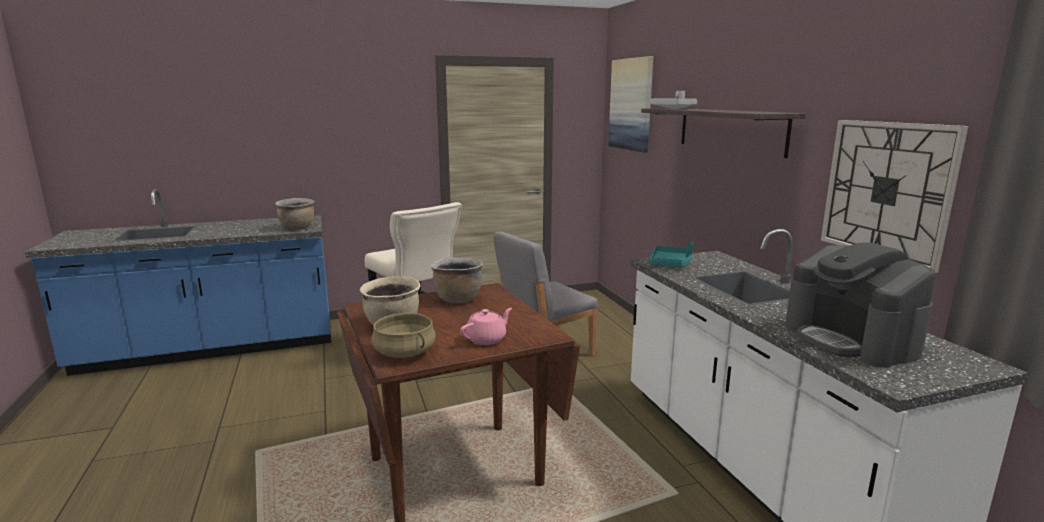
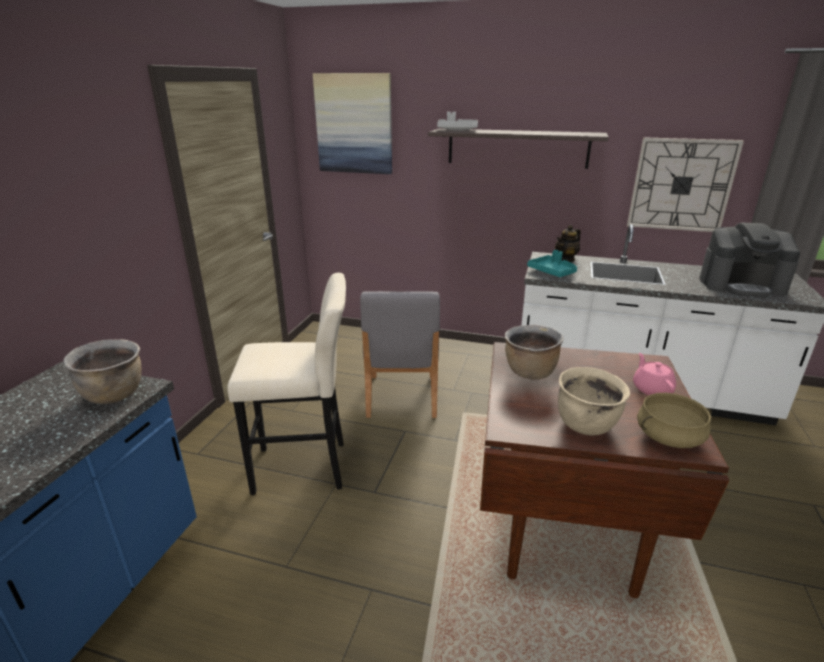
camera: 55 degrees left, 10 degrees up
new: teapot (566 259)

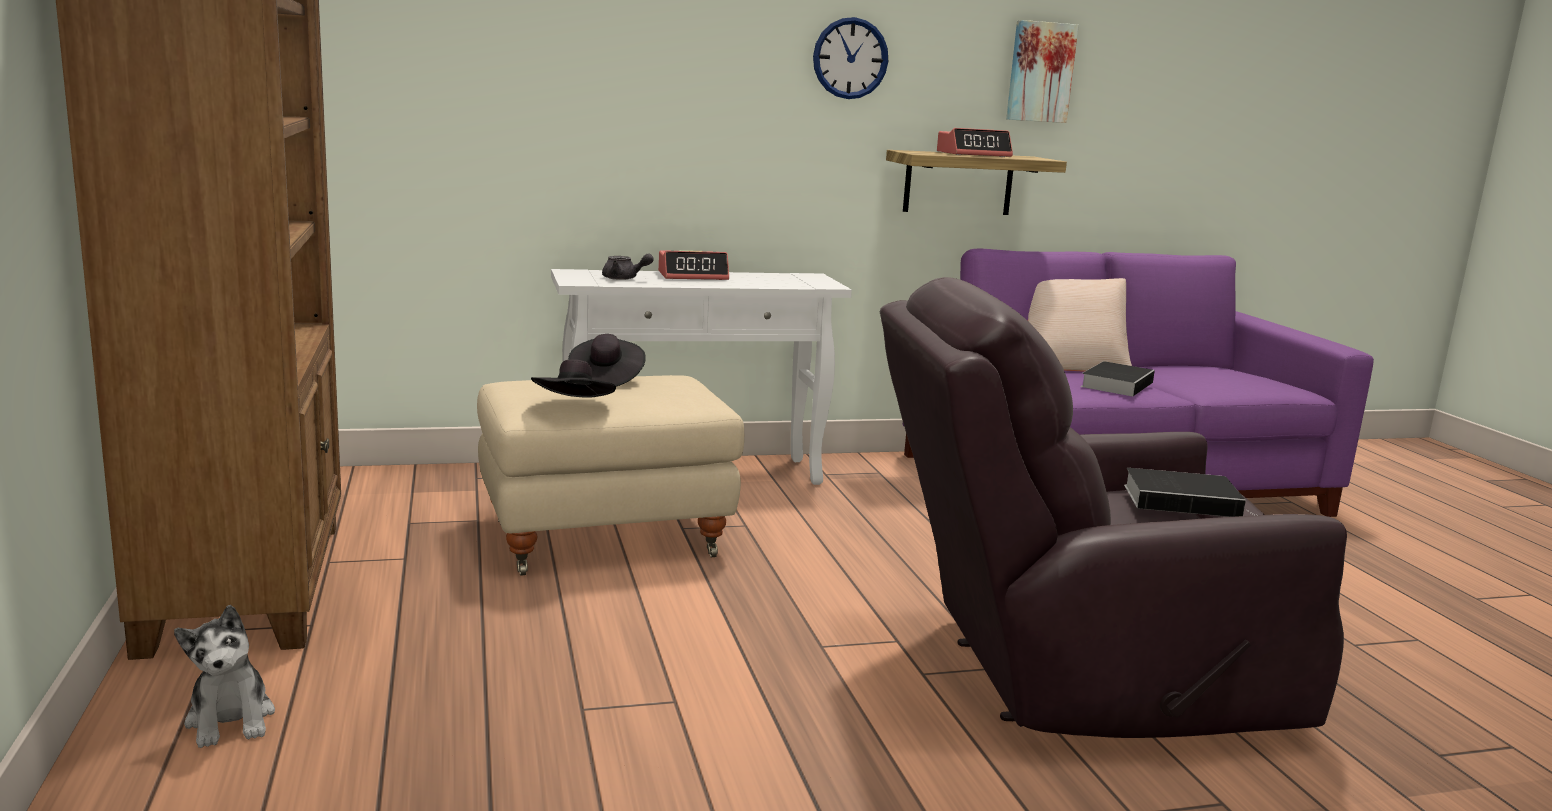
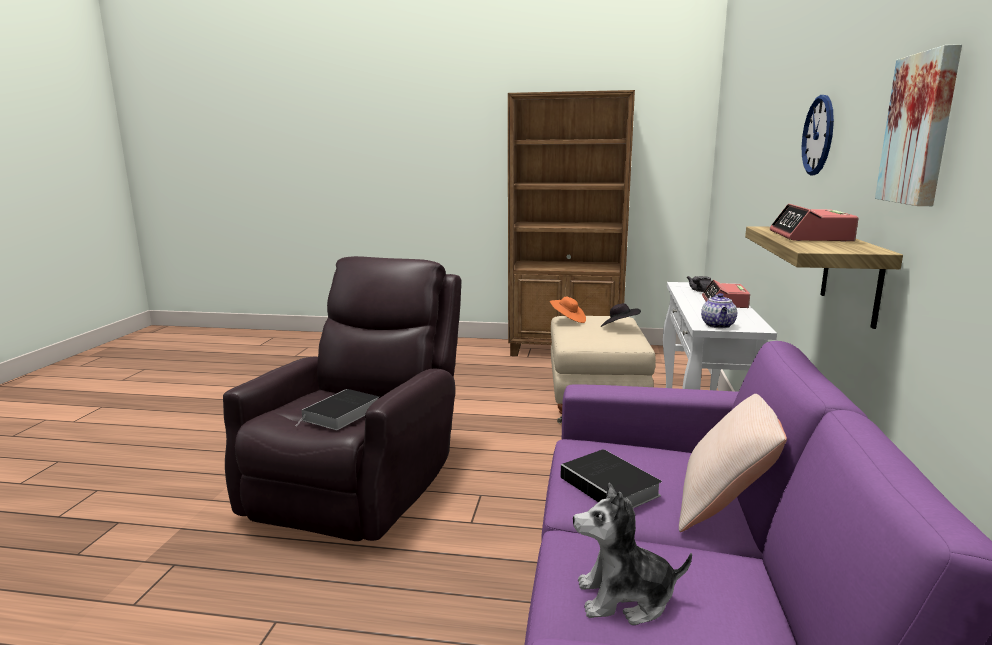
camera: 115 degrees right, 0 degrees up
new: teapot (718 325)
shifted: plush toy (231 719) to (625 598)
repainted: black hat (574 406) to orange hat (568 320)

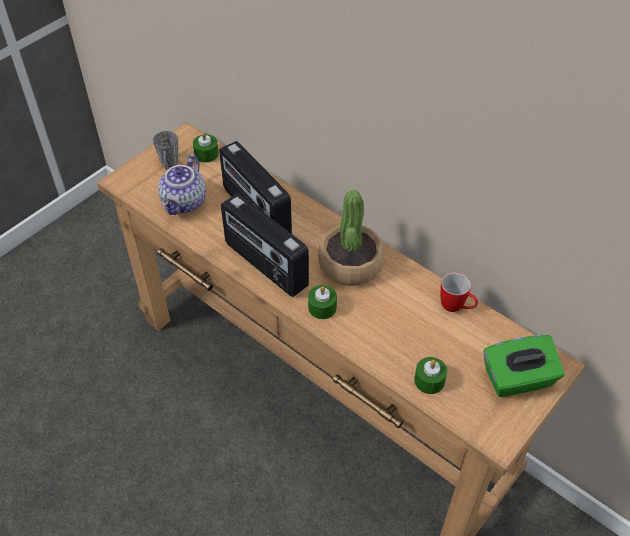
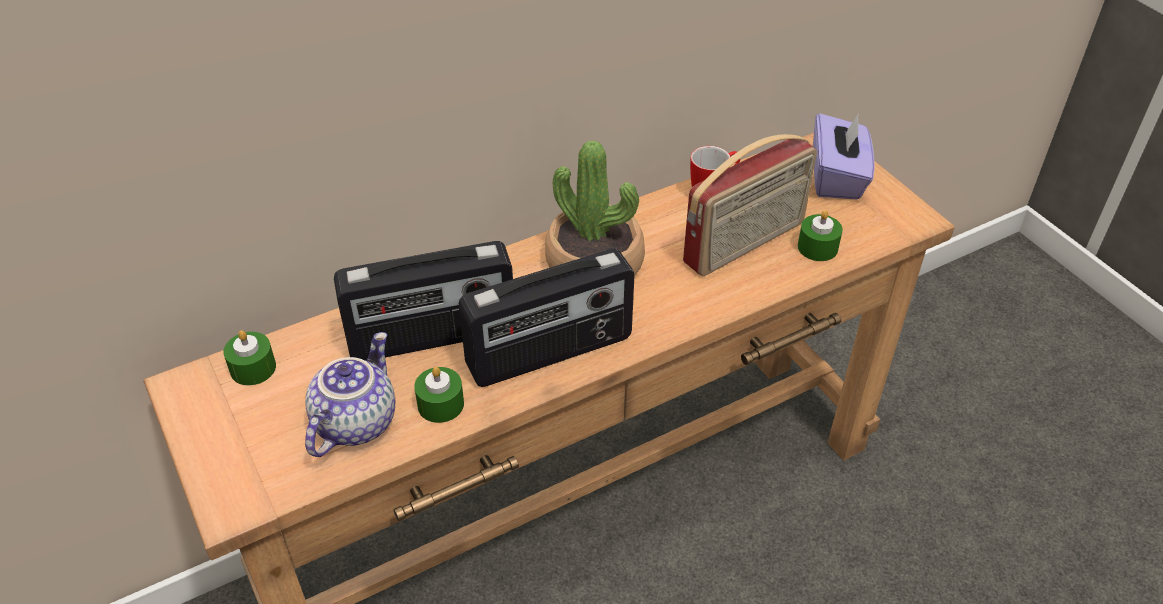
camera: 70 degrees left, 5 degrees down
gone: grey mug (169 165)
new: radio (745 244)
shifted: green candle (322 307) to (440 404)
repainted: green tissue box (518 379) to purple tissue box (837 178)
rotated: teapot (185 203) = (354 422) 105 degrees counterclockwise

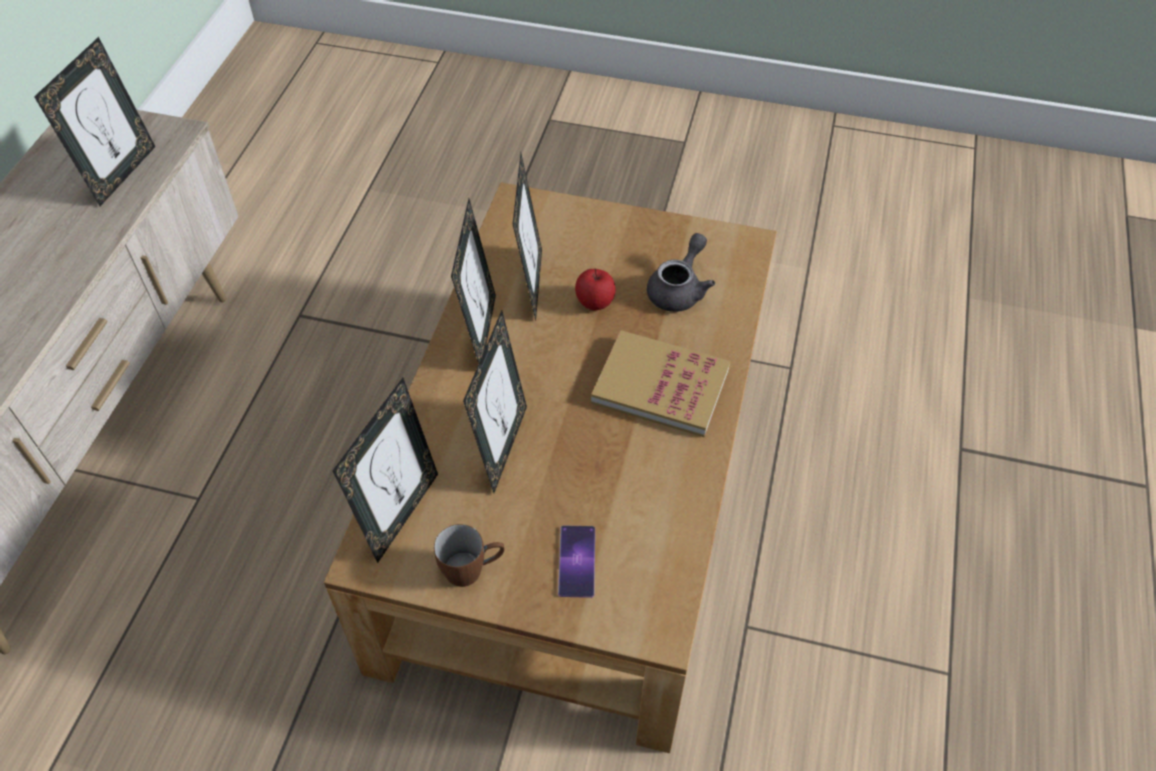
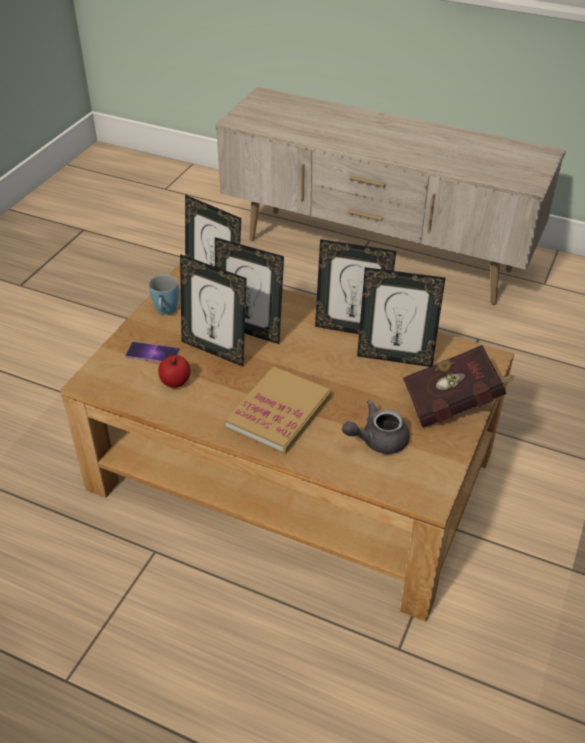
camera: 100 degrees right, 10 degrees down
new: red book (454 405)
shifted: picture frame (121 174) to (215 350); apple (595 301) to (176 382)
repainted: brown mug (472 569) to blue mug (165 311)
rotated: grey teapot (679 289) = (377 440) 120 degrees clockwise

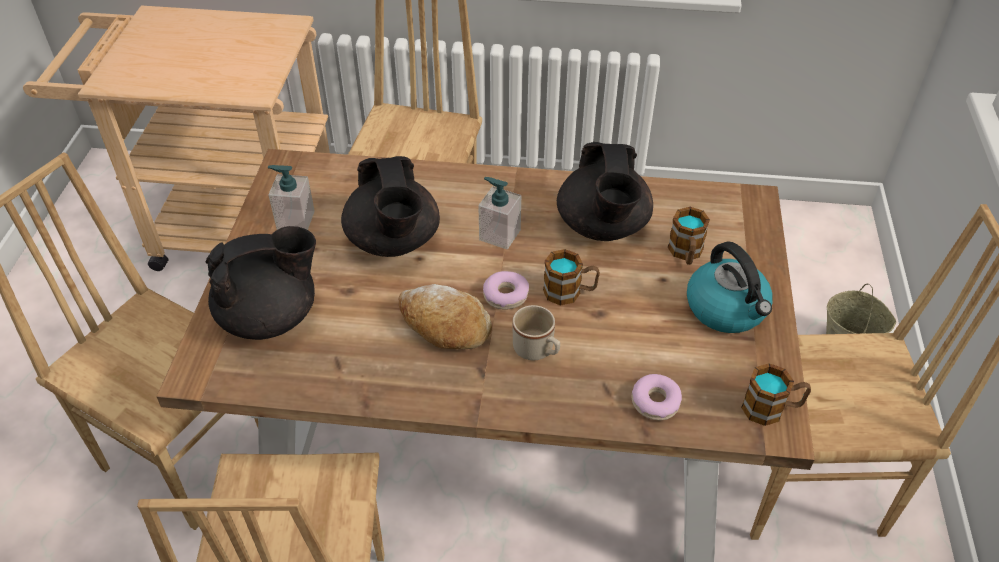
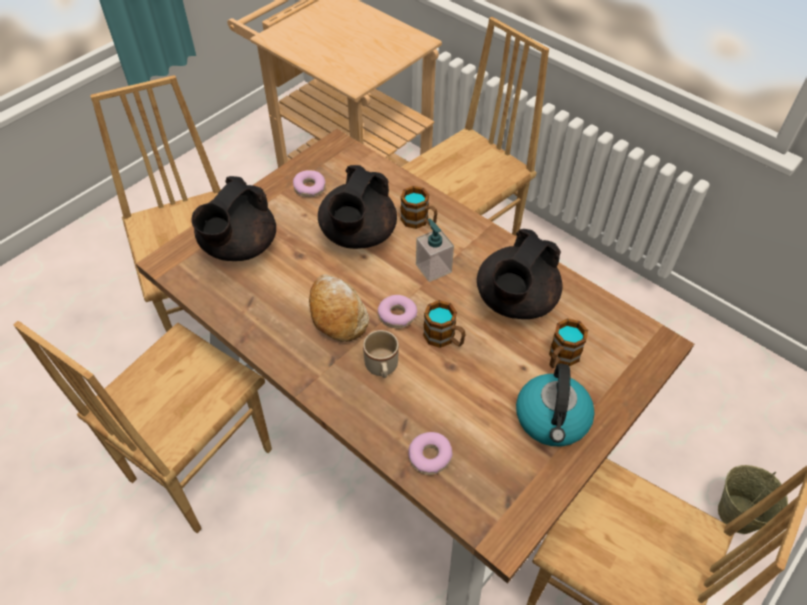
camera: 35 degrees right, 5 degrees up
shifted: mug (771 408) to (419 221)
swapped: soap dispenser (295 220) to donut (309 188)
rotated: black teapot (271 316) = (239 247) 105 degrees clockwise

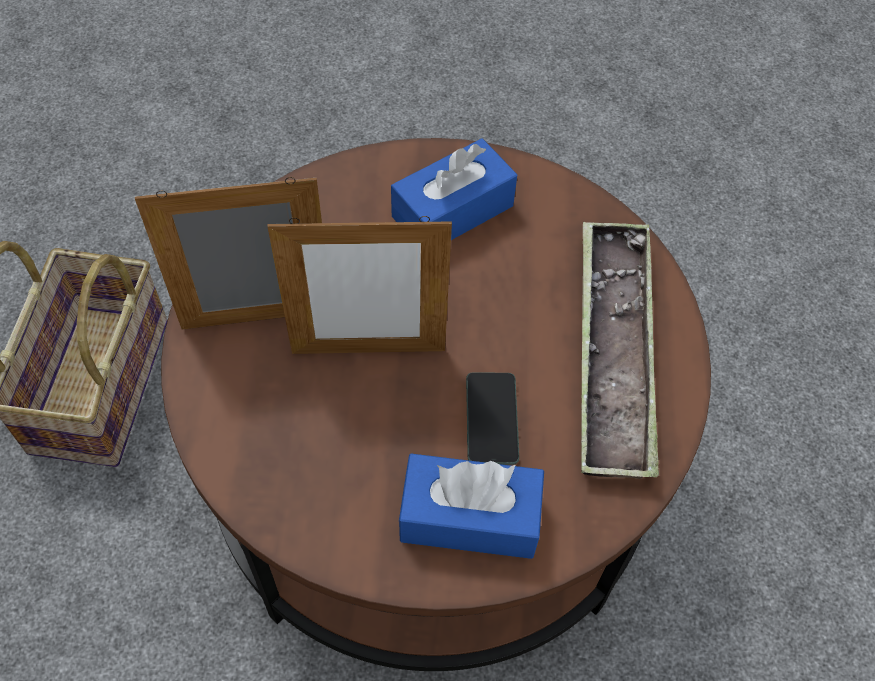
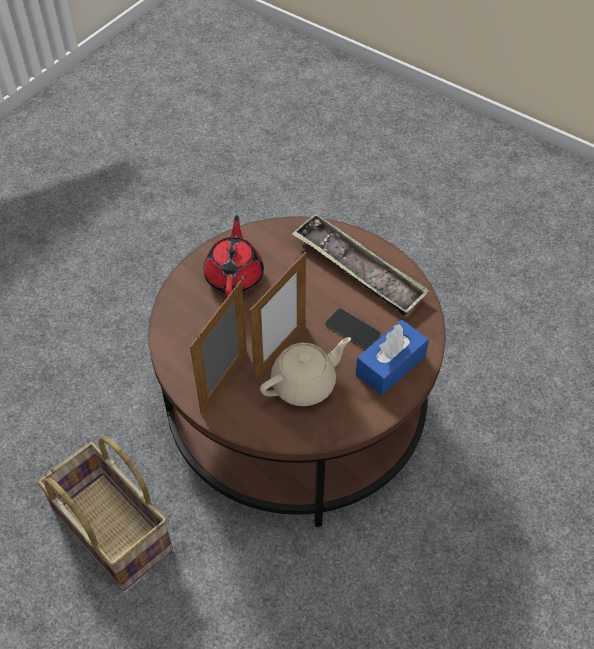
camera: 50 degrees left, 5 degrees down
new: beige teapot (305 384)
swapped: blue tissue box (452 211) to red teapot (234 276)

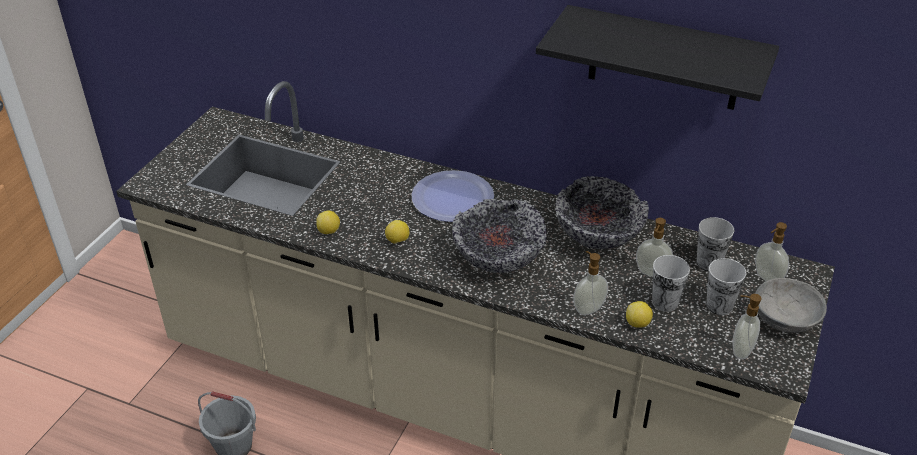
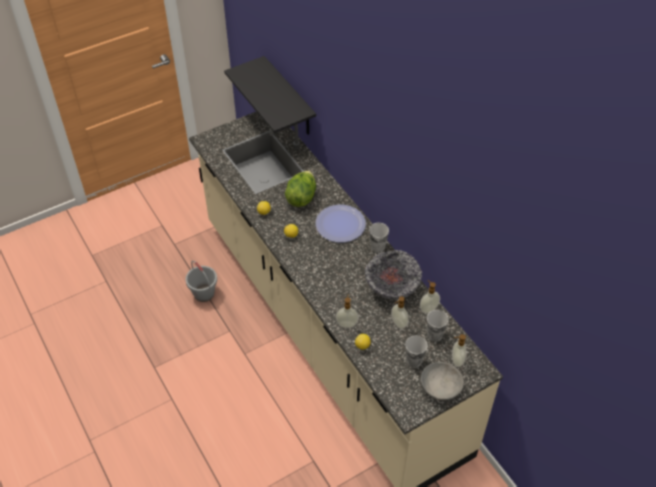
camera: 35 degrees right, 10 degrees up
gone: bowl (498 260)
new: lettuce (301 197)
shifted: black shelf (664 59) to (290 98); cup (665 302) to (377 247); soap dispenser (740 350) to (428 308)

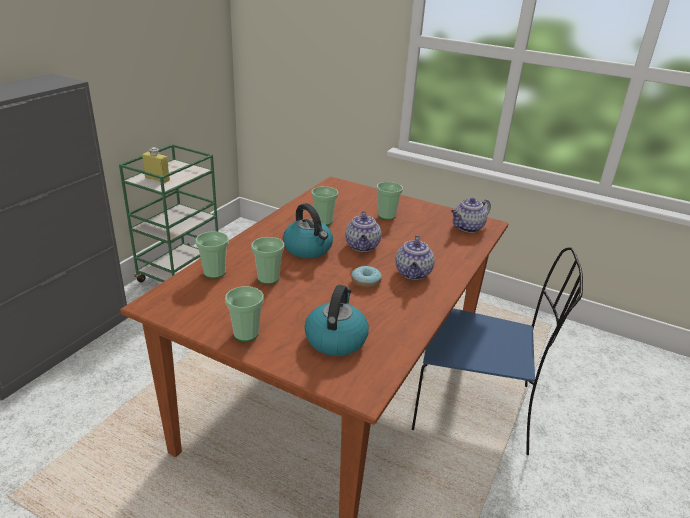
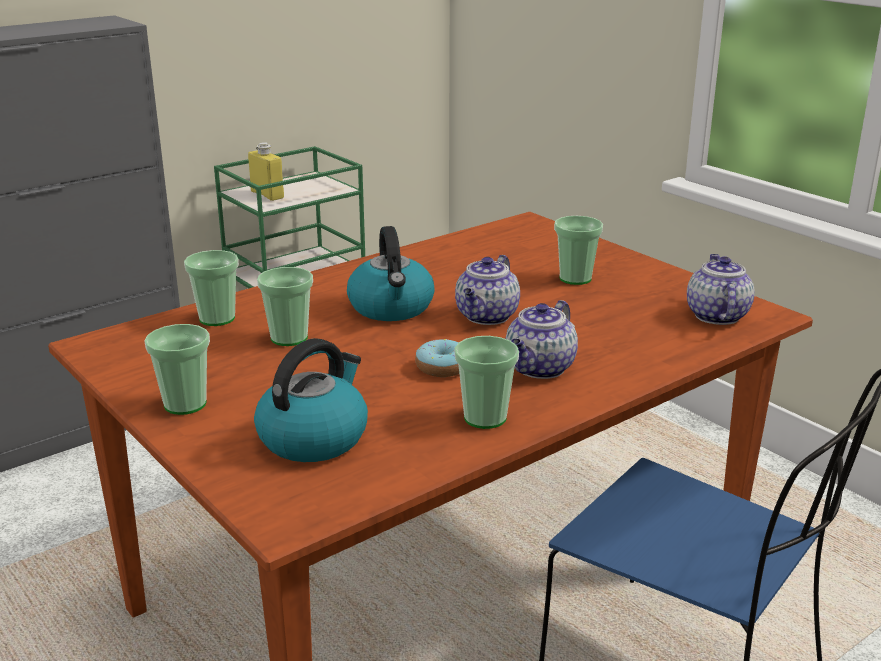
camera: 25 degrees right, 5 degrees down
shifted: cup (323 221) to (485 418)
rotated: teapot (467 228) = (716 315) 105 degrees clockwise

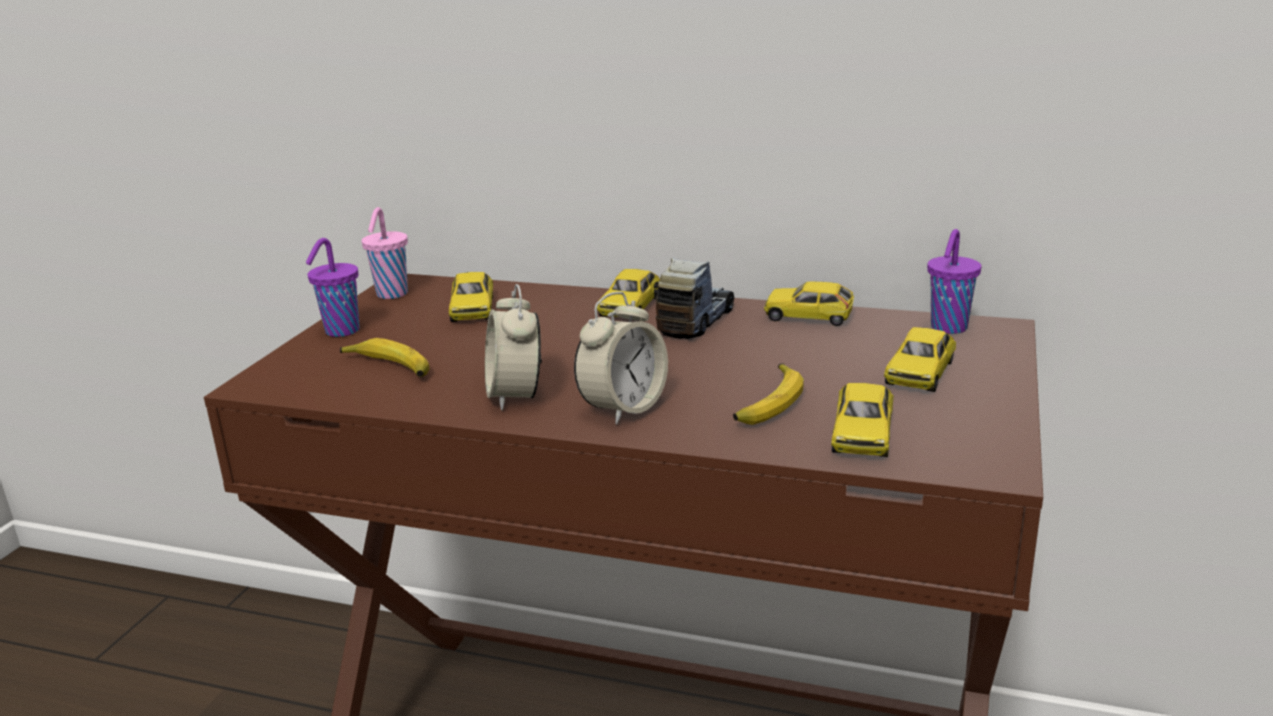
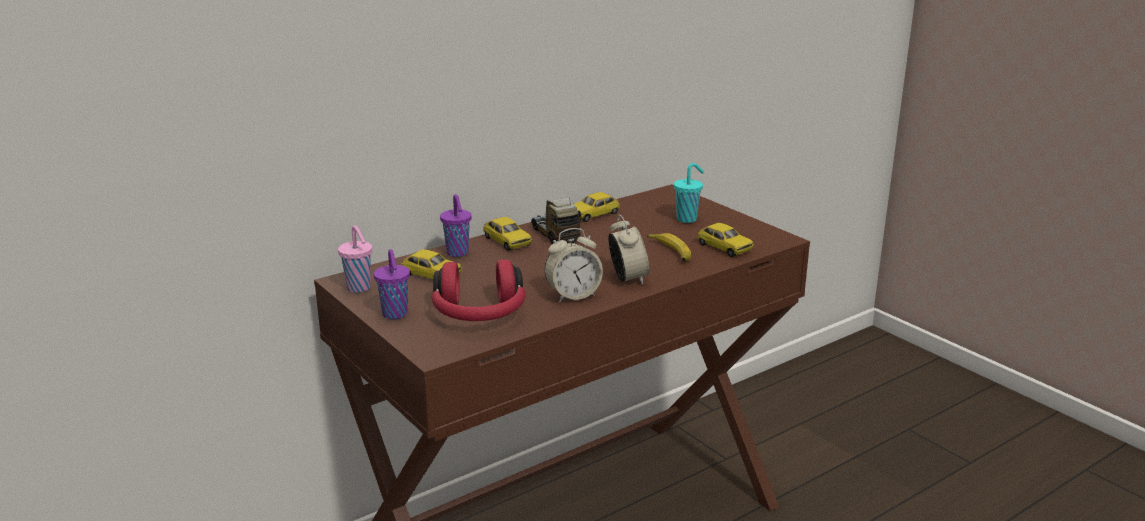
camera: 55 degrees left, 0 degrees up
shifted: purple cup (948 328) to (458 253)
swapped: toy car (919 373) to turquoise cup (687 219); banana (389 368) to red headphones (479 314)
rotated: alarm clock (515 396) = (573 295) 45 degrees counterclockwise

